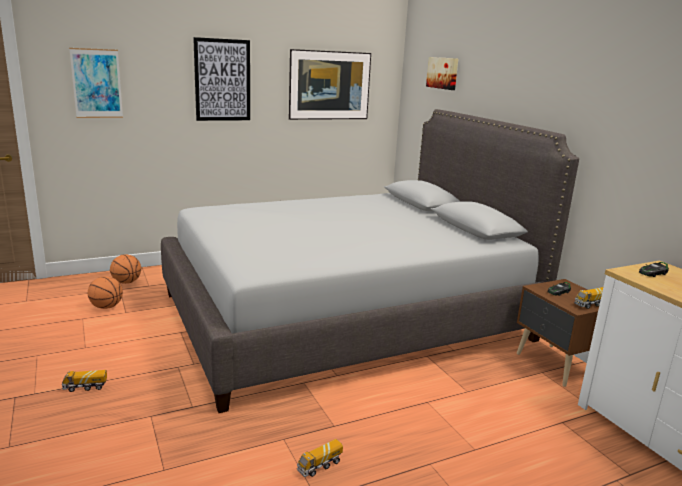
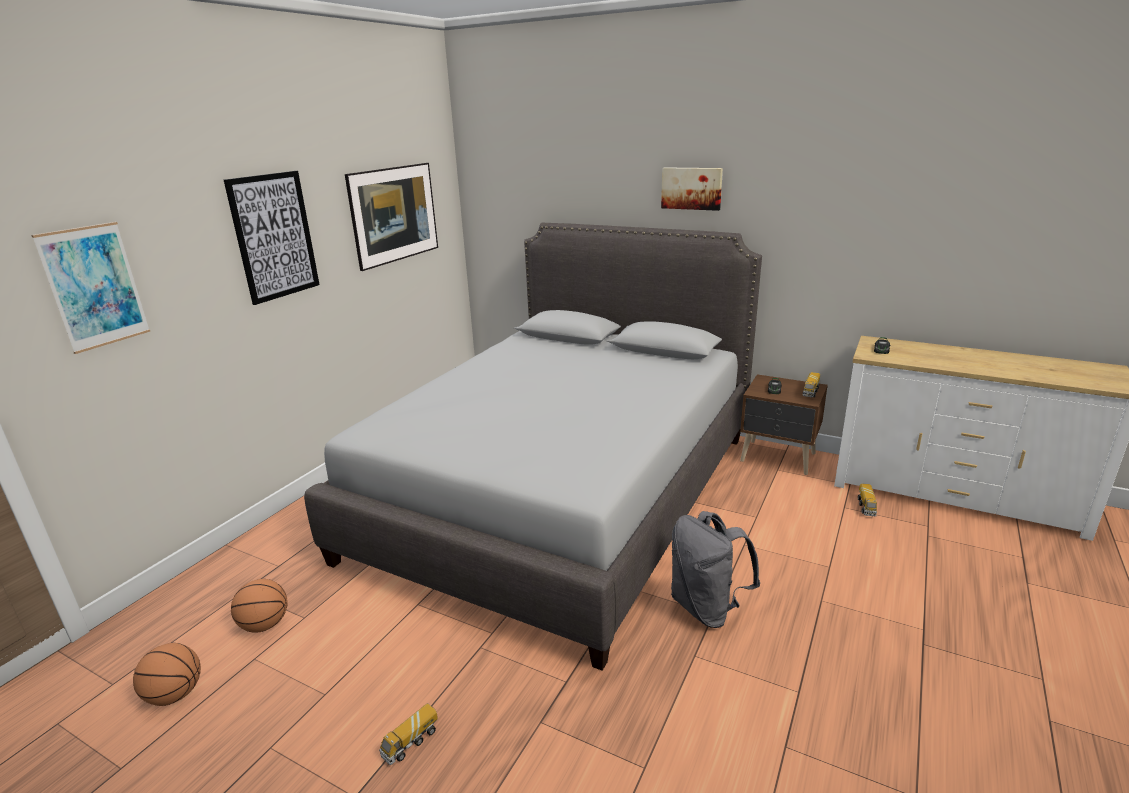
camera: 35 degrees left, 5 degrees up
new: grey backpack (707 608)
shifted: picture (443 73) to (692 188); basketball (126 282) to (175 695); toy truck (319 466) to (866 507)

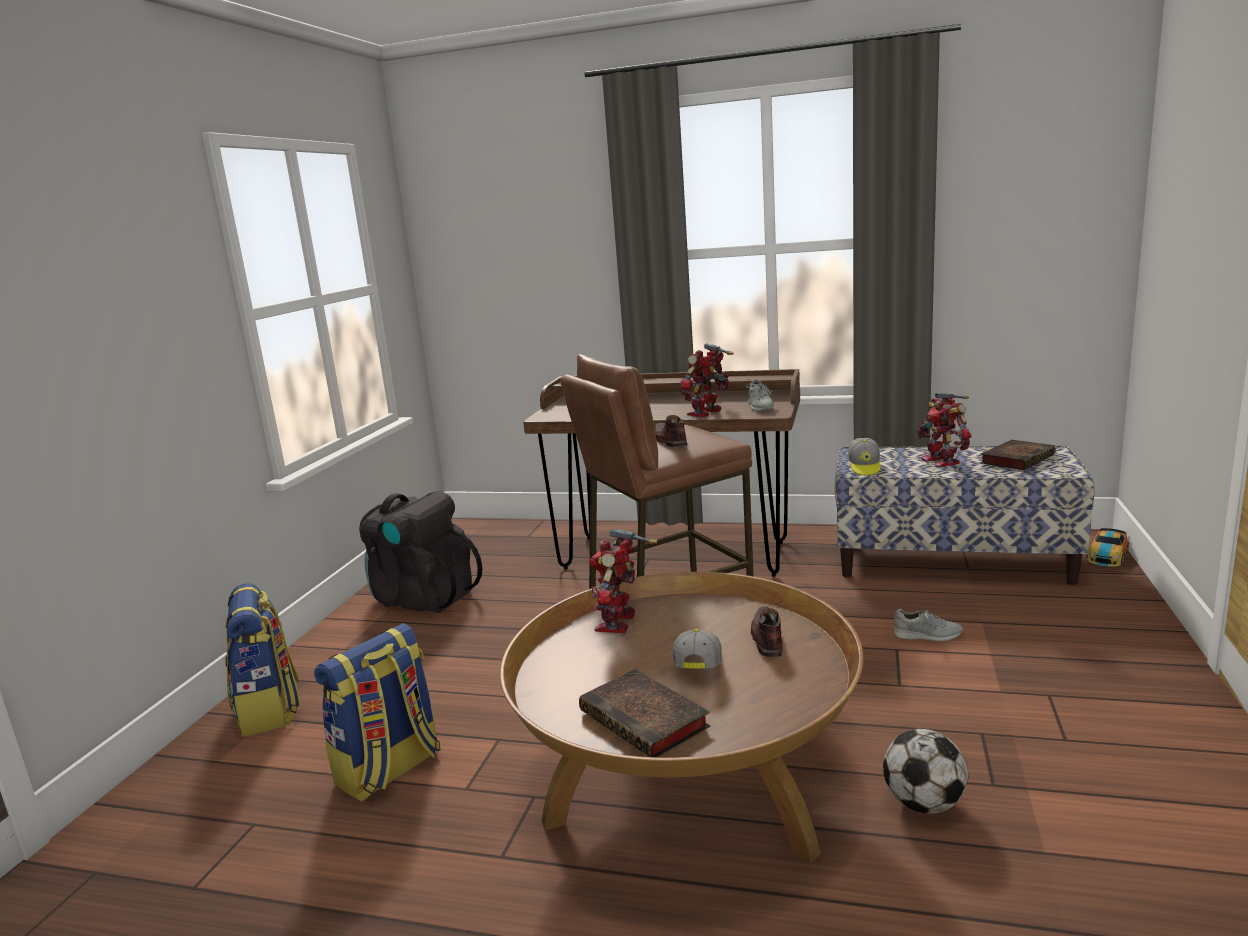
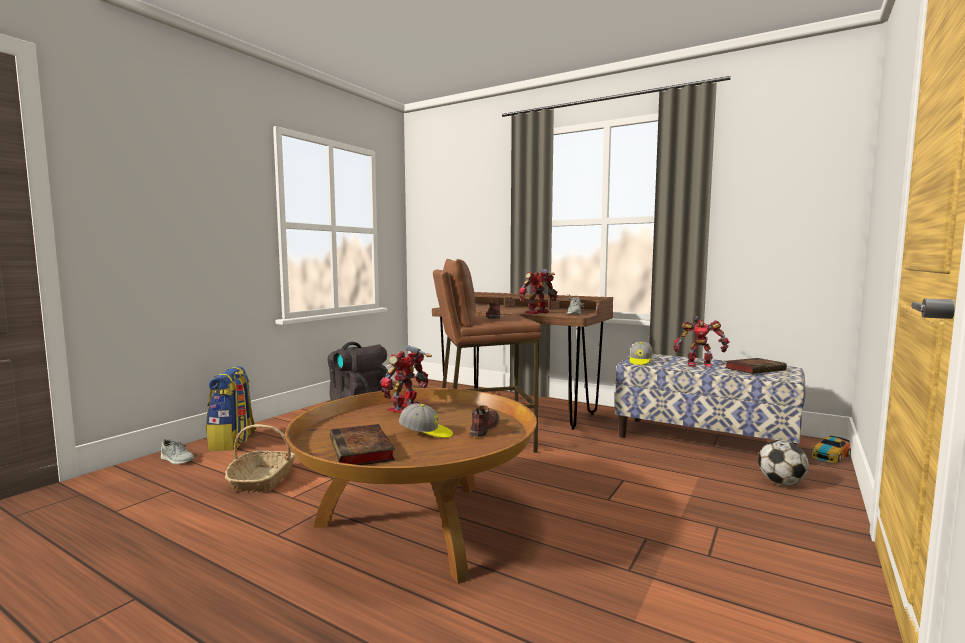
camera: 15 degrees right, 10 degrees down
shifted: grey shoe (927 635) to (177 460); football (924 804) to (781 483)
swapped: backpack (389 770) to basket (262 480)
rotated: toy robot (942 461) = (699 364) 75 degrees counterclockwise; cap (699 666) = (426 433) 75 degrees clockwise

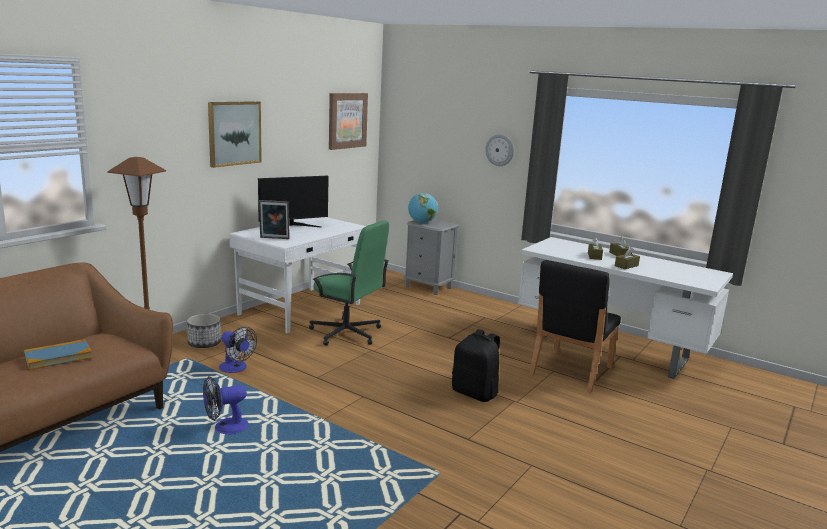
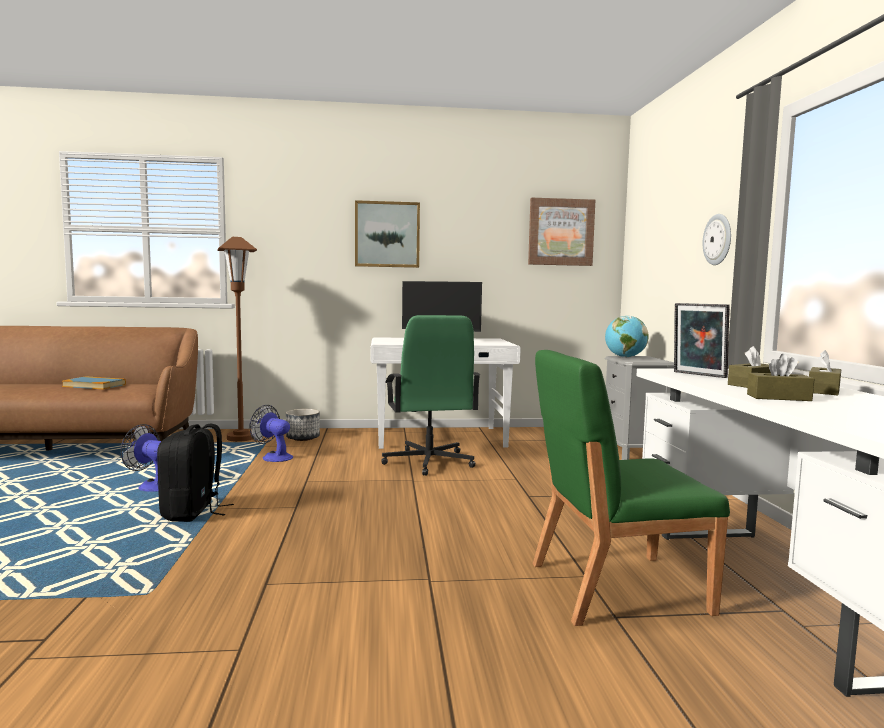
camera: 50 degrees right, 10 degrees down
shifted: picture frame (274 238) to (698 375); black backpack (475 393) to (193 513)
repainted: black chair (570 371) to green chair (615 587)
rotated: fan (236 368) = (273 457) 120 degrees clockwise

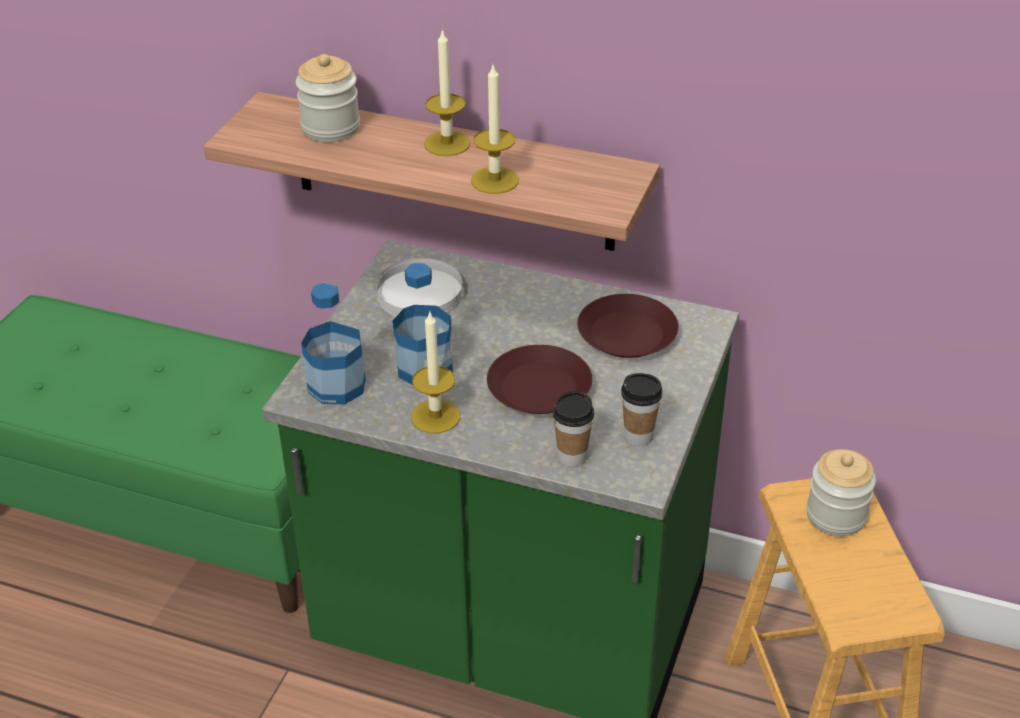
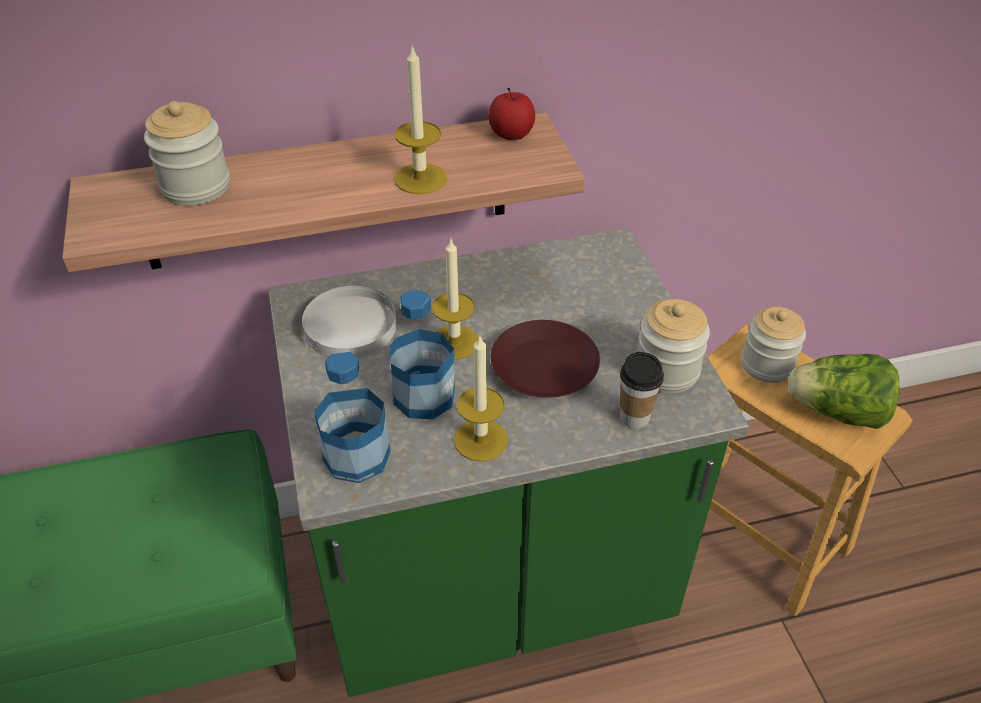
camera: 35 degrees left, 5 degrees up
gone: brown plate (626 335)
new: apple (511 134); lettuce (837 412)
shifted: candle (447 143) to (454 342)
swapped: cup (638 437) to jar (666 371)

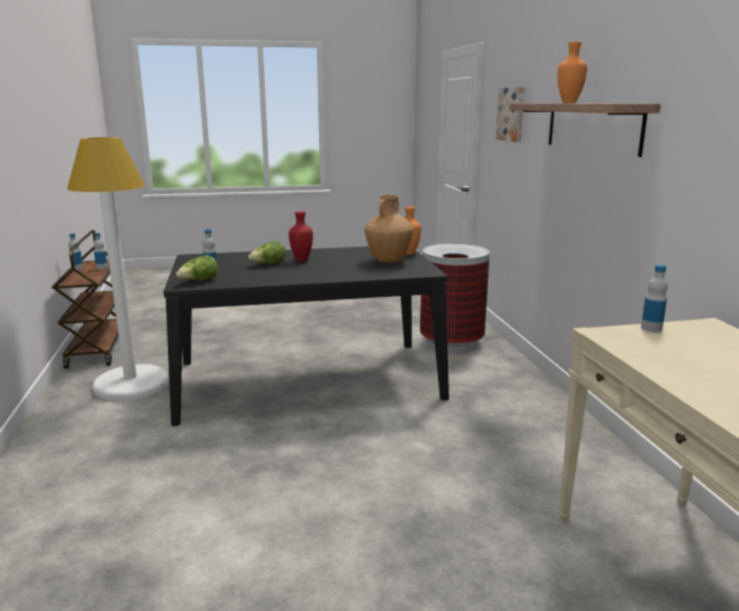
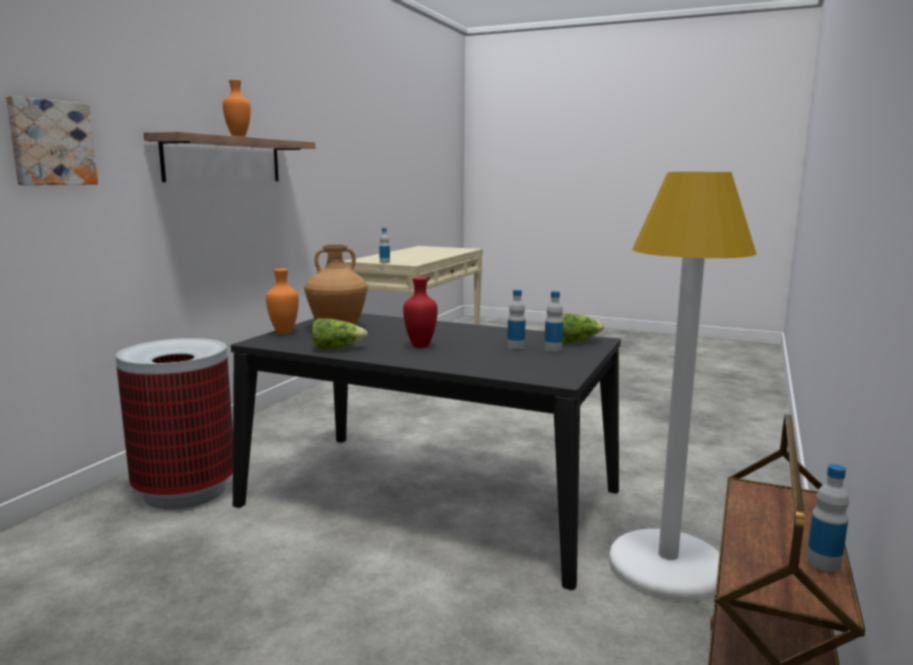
camera: 145 degrees left, 5 degrees down
shifted: bottle (102 268) to (515 347); lettuce (268 264) to (336 348)

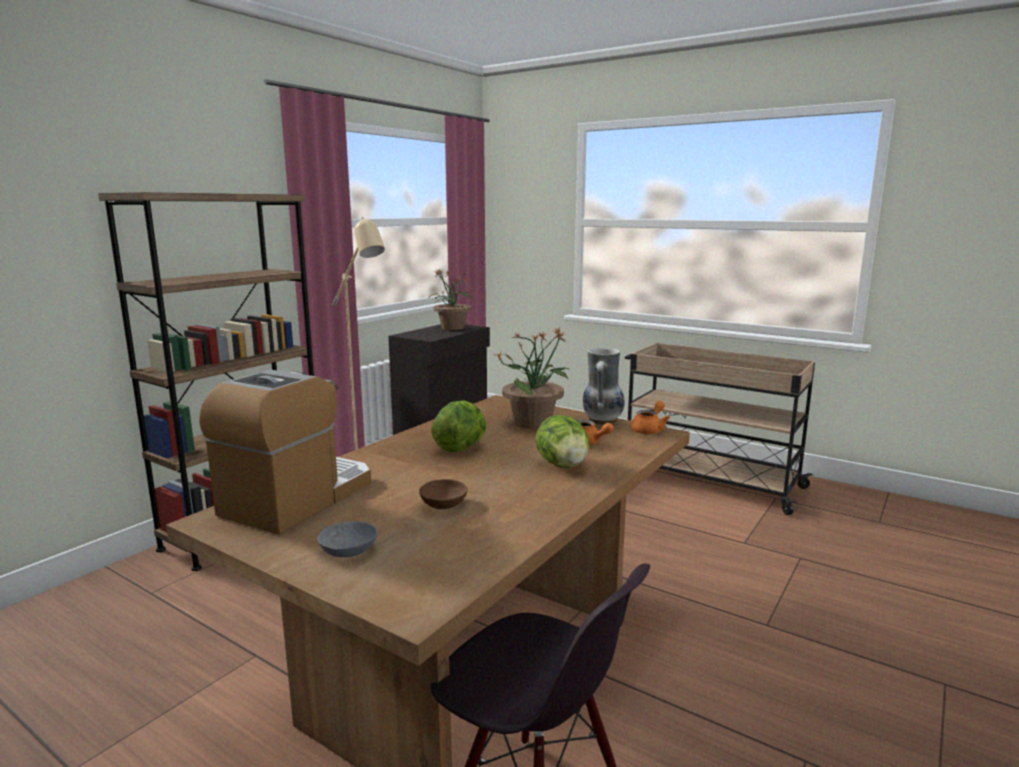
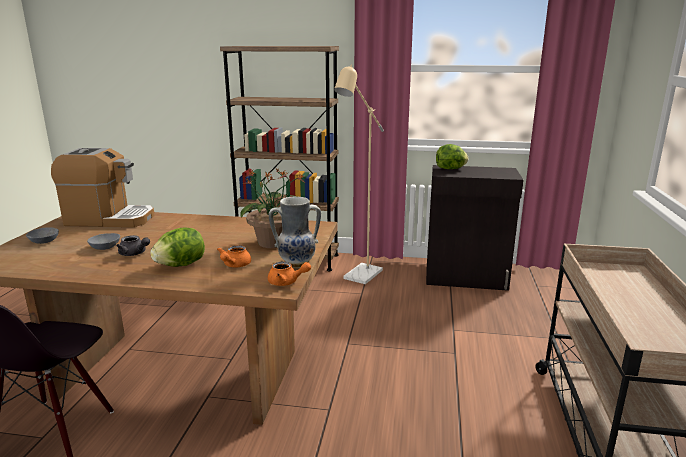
camera: 65 degrees right, 5 degrees up
gone: potted plant (452 328)
new: grey teapot (134 254)
shifted: lettuce (461 448) to (450 169)
repainted: brown bowl (441 503) to grey bowl (105 246)

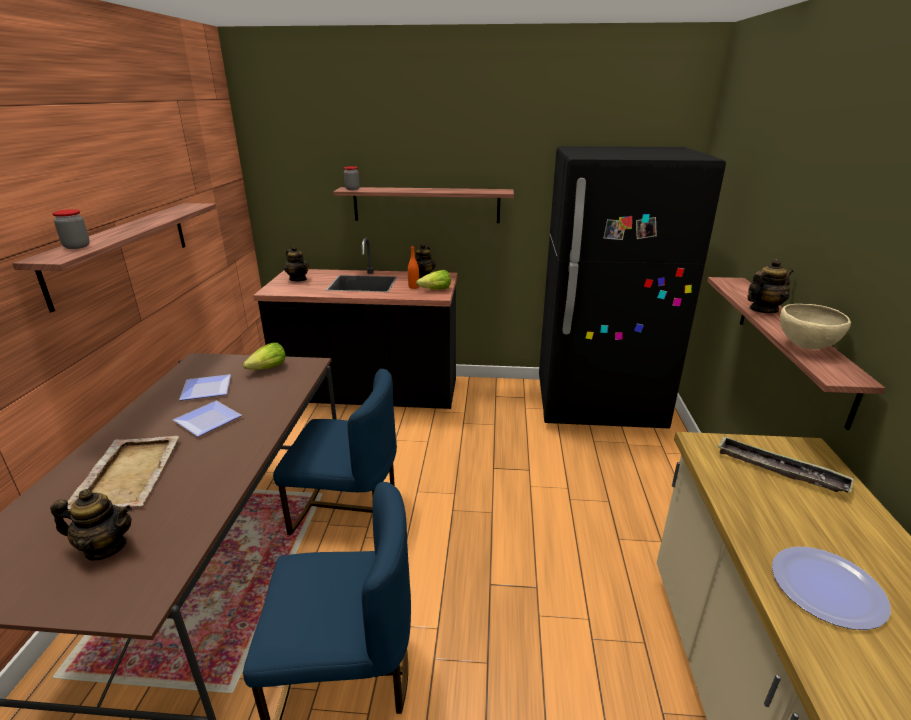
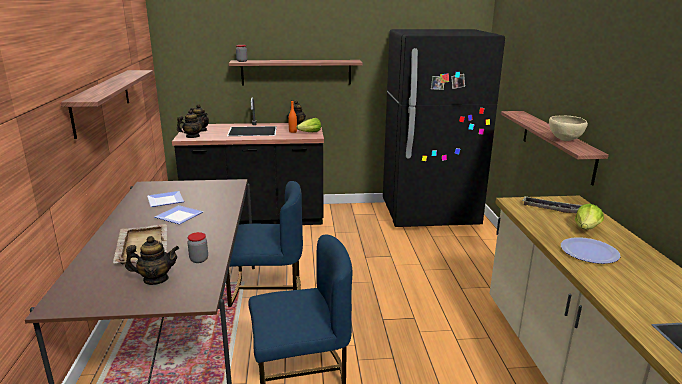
camera: 10 degrees left, 5 degrees down
shifted: jar (77 246) to (199 259); teapot (763 310) to (192 136); lettuce (268 368) to (586 228)

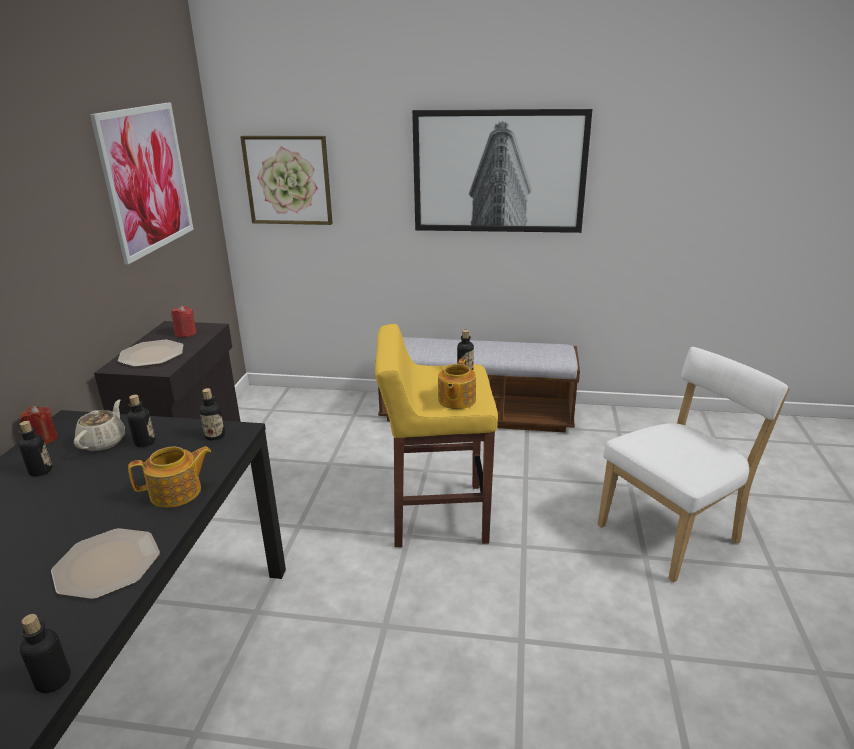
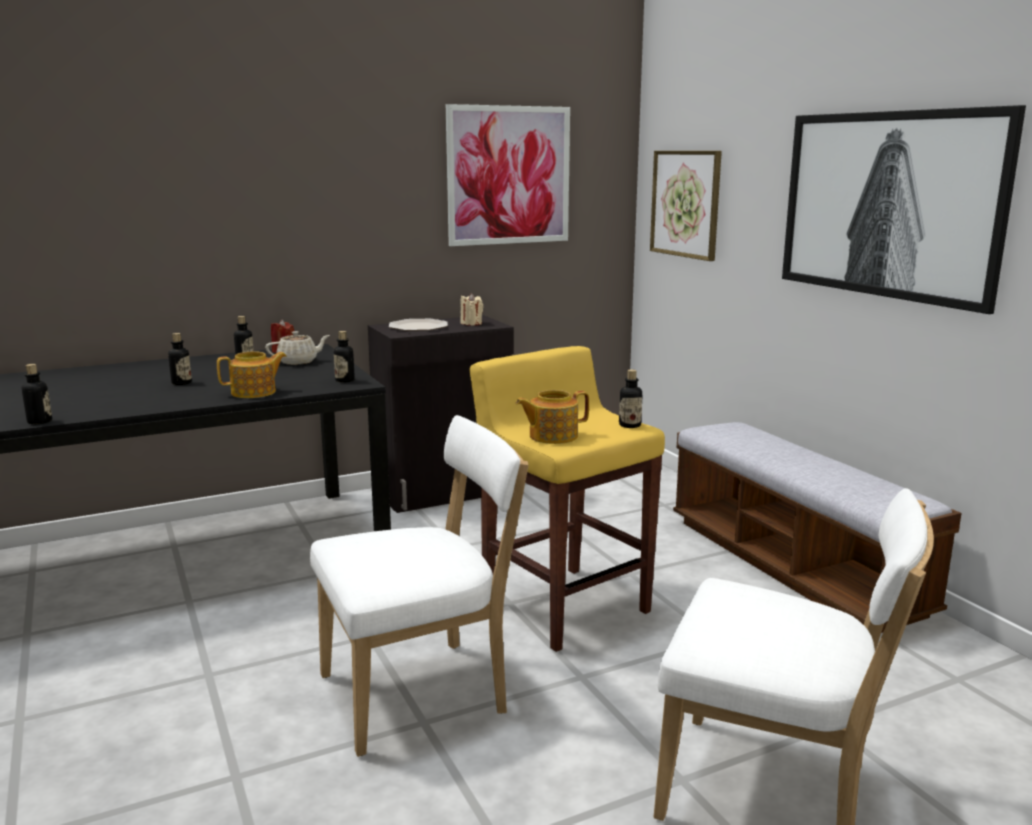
camera: 55 degrees right, 10 degrees down
gone: plate (106 564)
new: white chair (421 693)
shifted: bottle (145 442) to (181 383)
repainted: red candle (186 333) to beige candle (471 323)
rotated: teapot (177 492) = (254 392) 60 degrees counterclockwise

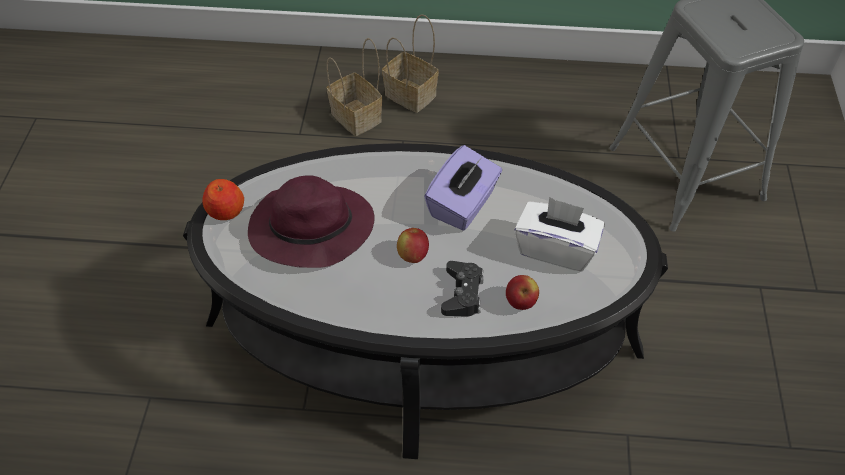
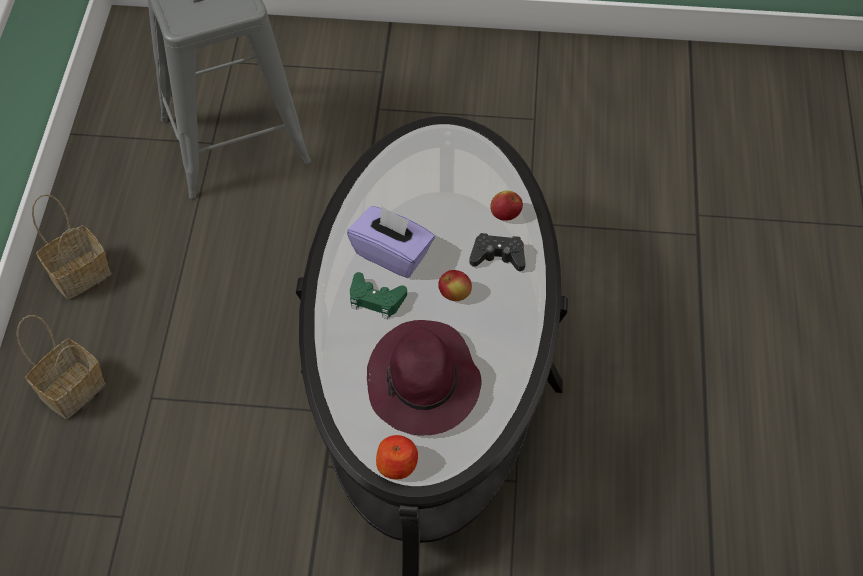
camera: 90 degrees left, 5 degrees up
gone: white tissue box (556 249)
new: green game controller (376 299)
shifted: basket (358 118) to (81 272)

